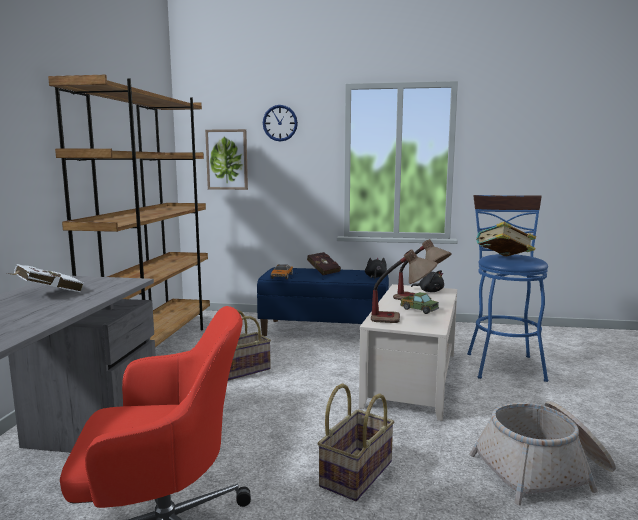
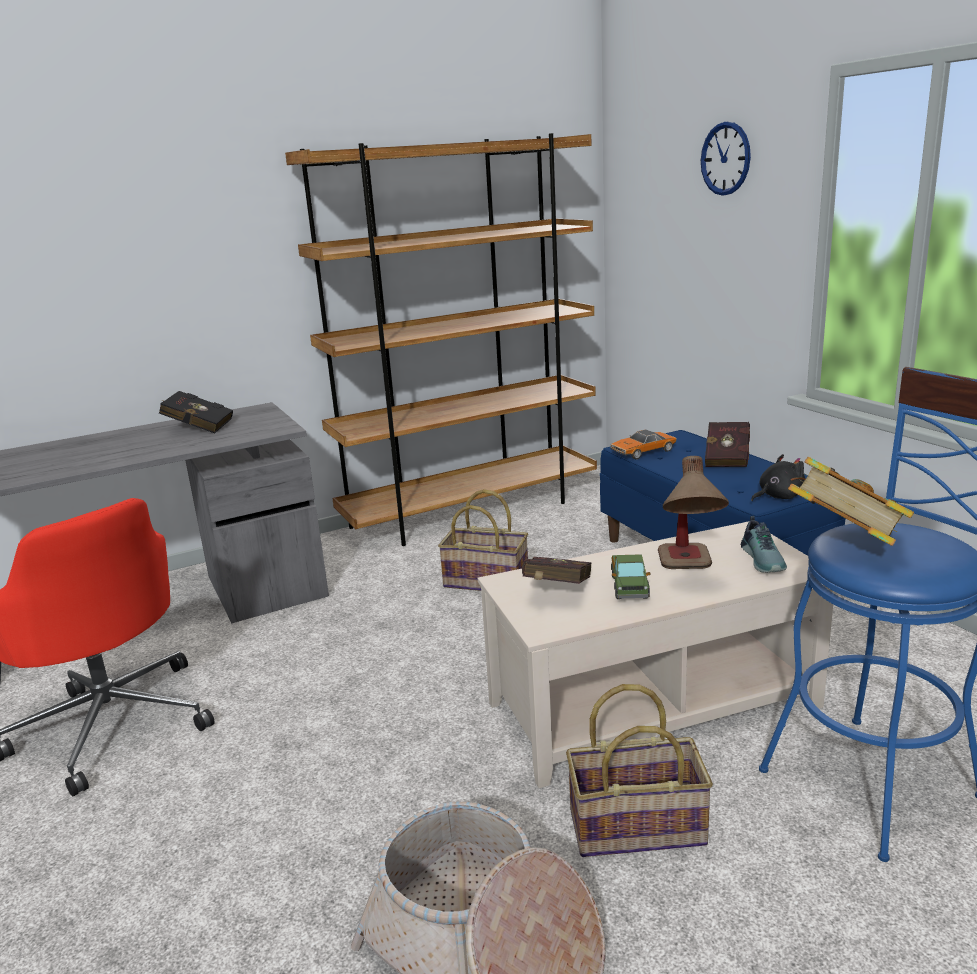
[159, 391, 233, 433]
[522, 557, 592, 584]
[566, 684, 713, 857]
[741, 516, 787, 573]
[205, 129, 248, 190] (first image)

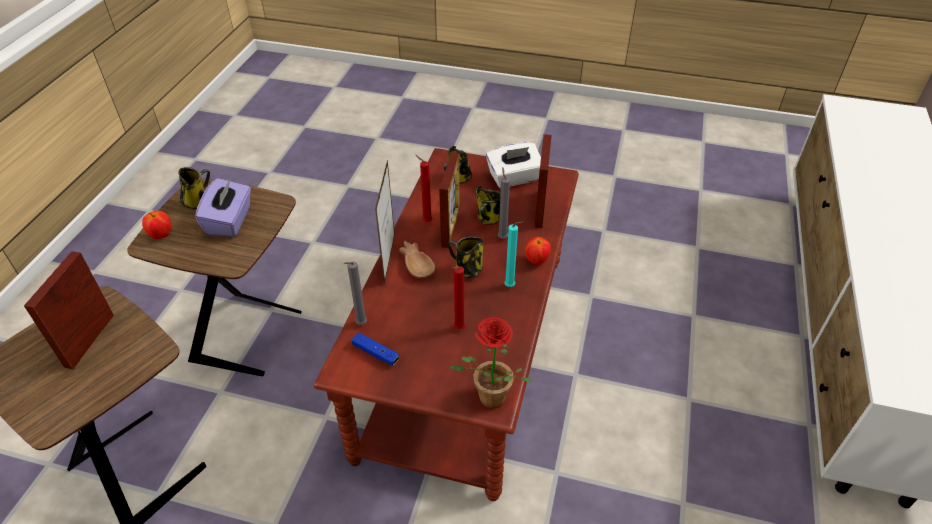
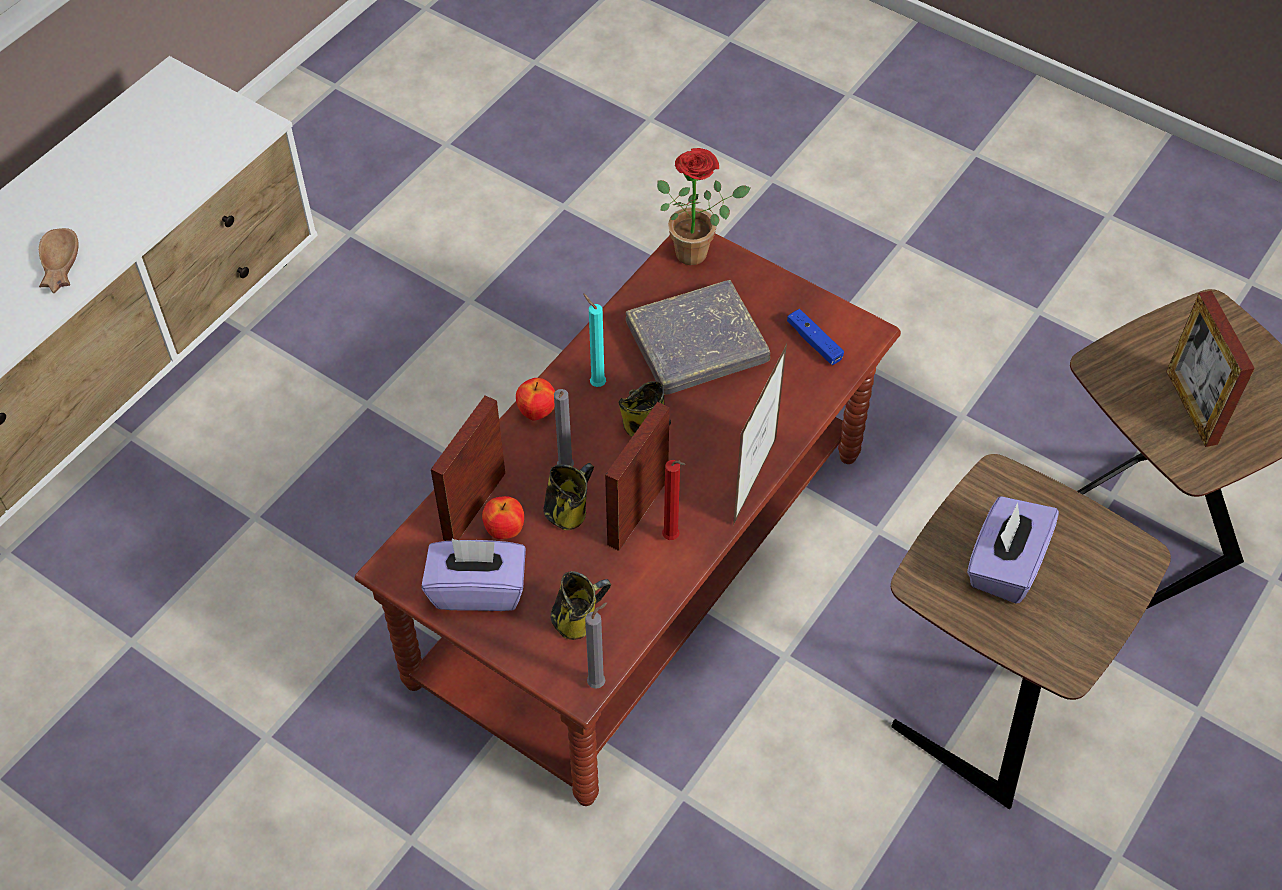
[39, 228, 79, 293]
[422, 539, 526, 611]
[482, 496, 524, 539]
[585, 602, 607, 689]
[626, 280, 770, 395]
[1166, 291, 1255, 447]
[178, 167, 210, 210] (first image)

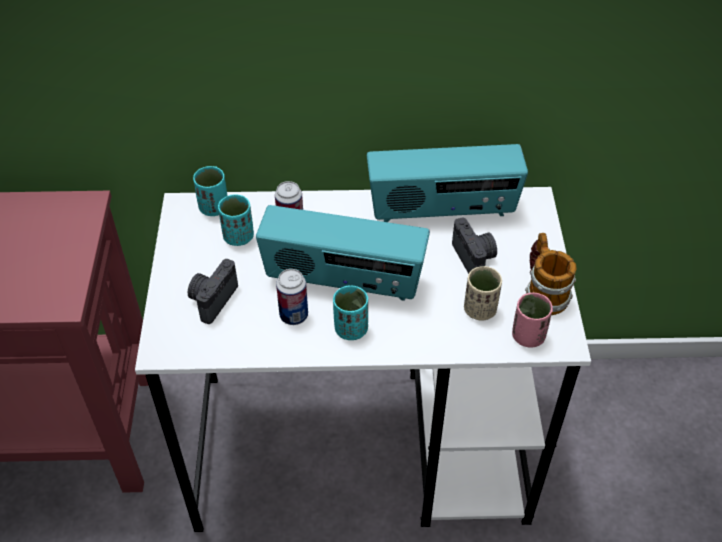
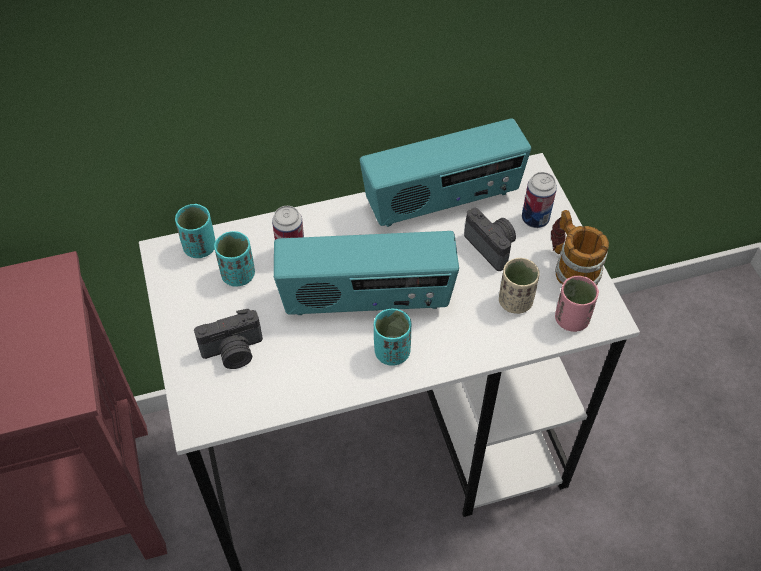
[194, 309, 263, 369]
[522, 172, 557, 228]

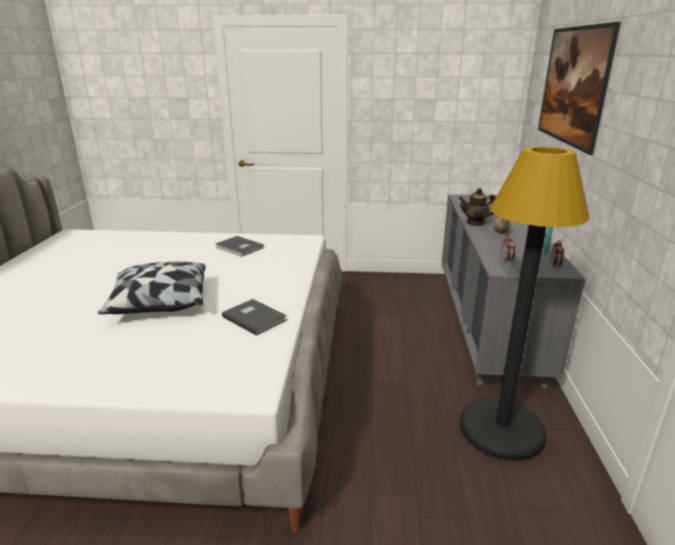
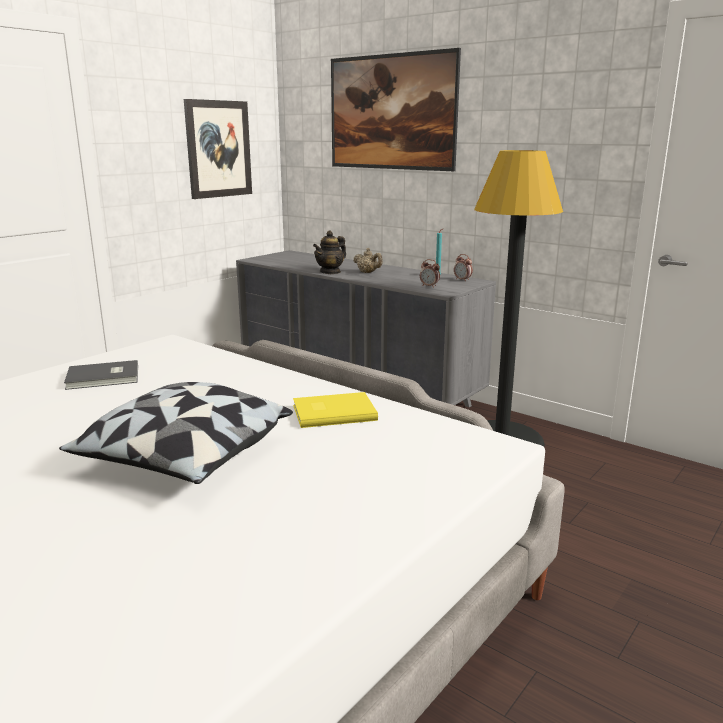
[184, 99, 252, 199]
[293, 392, 378, 428]

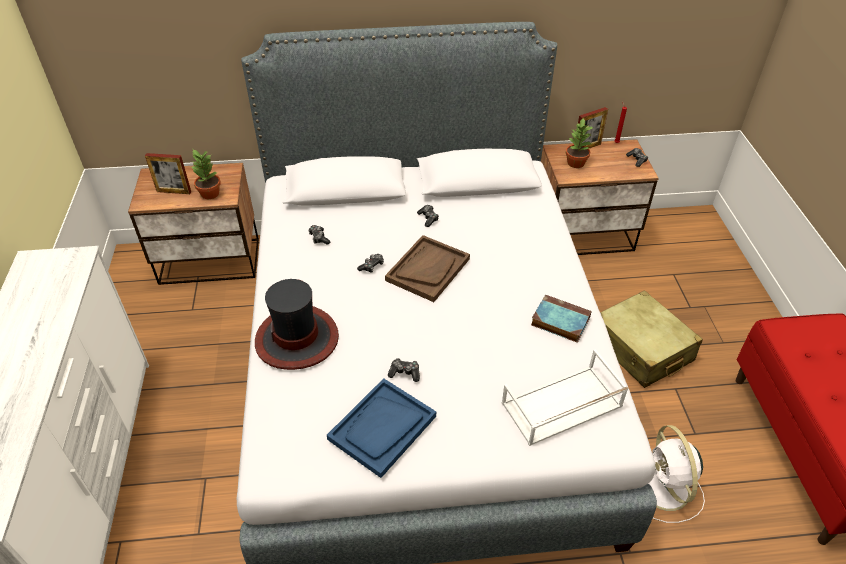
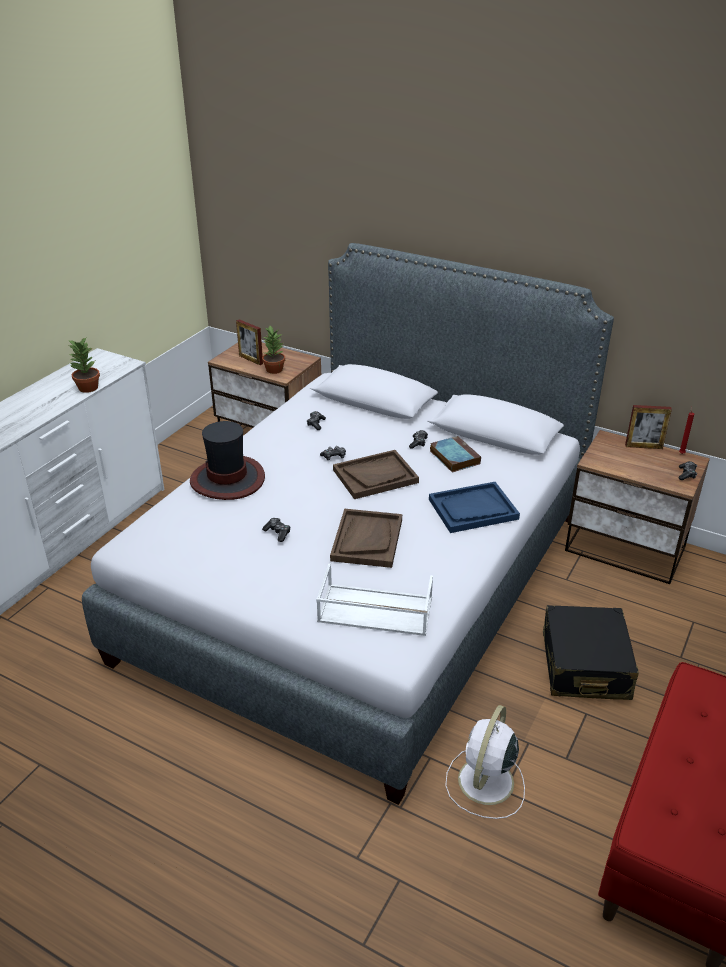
[69, 338, 100, 393]
[330, 508, 402, 568]
[429, 482, 520, 533]
[430, 436, 481, 473]
[543, 605, 639, 700]

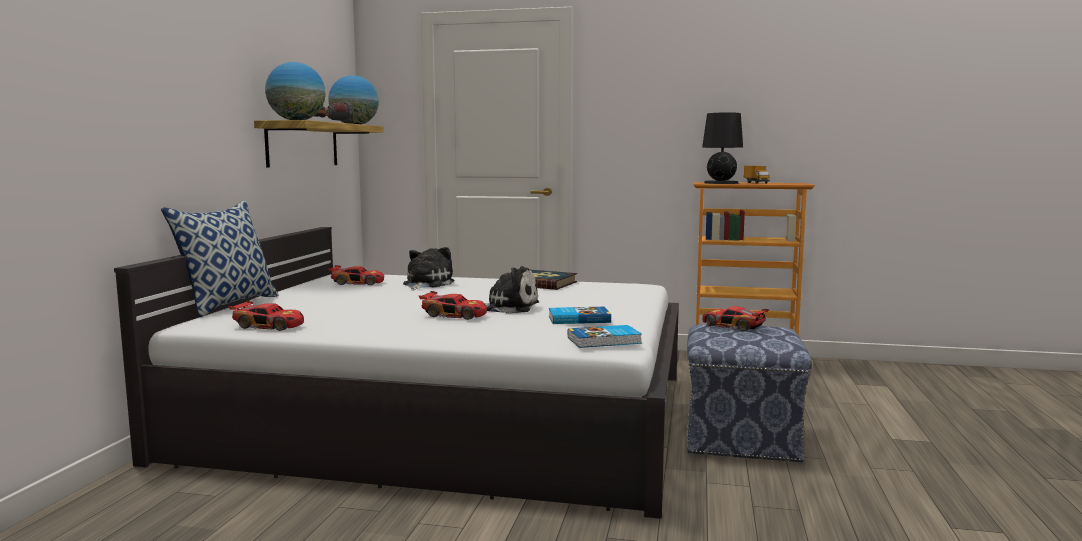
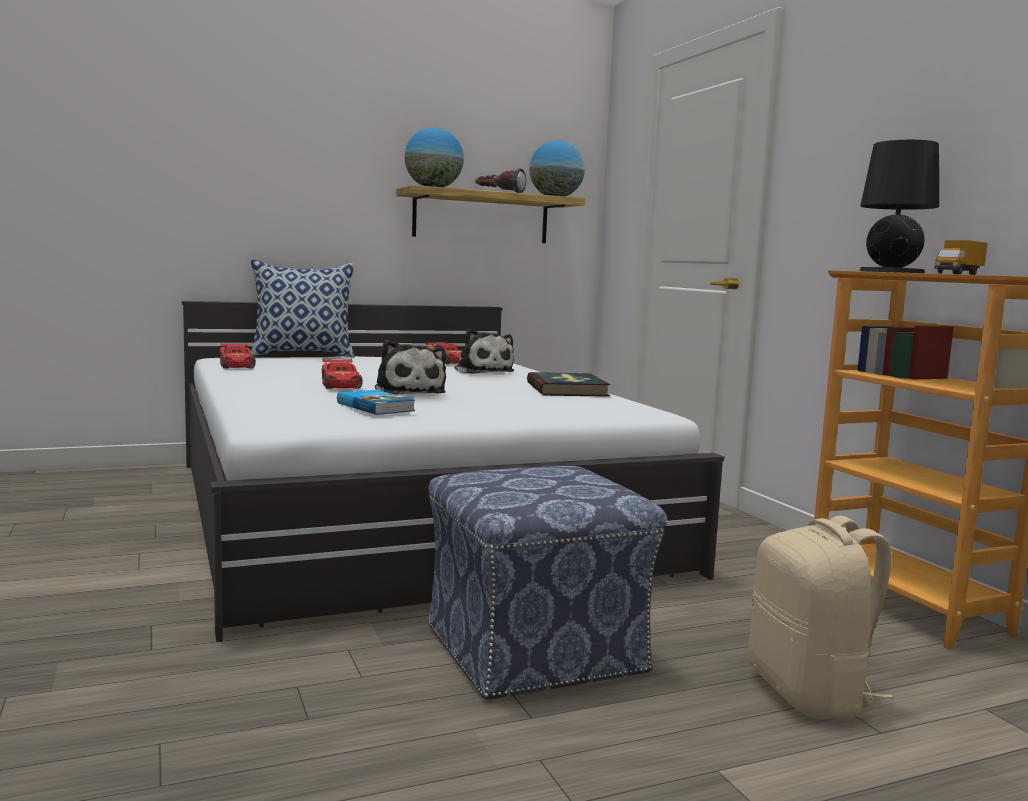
[454, 329, 514, 374]
[749, 515, 893, 719]
[568, 325, 642, 348] (first image)
[702, 306, 769, 331] (first image)

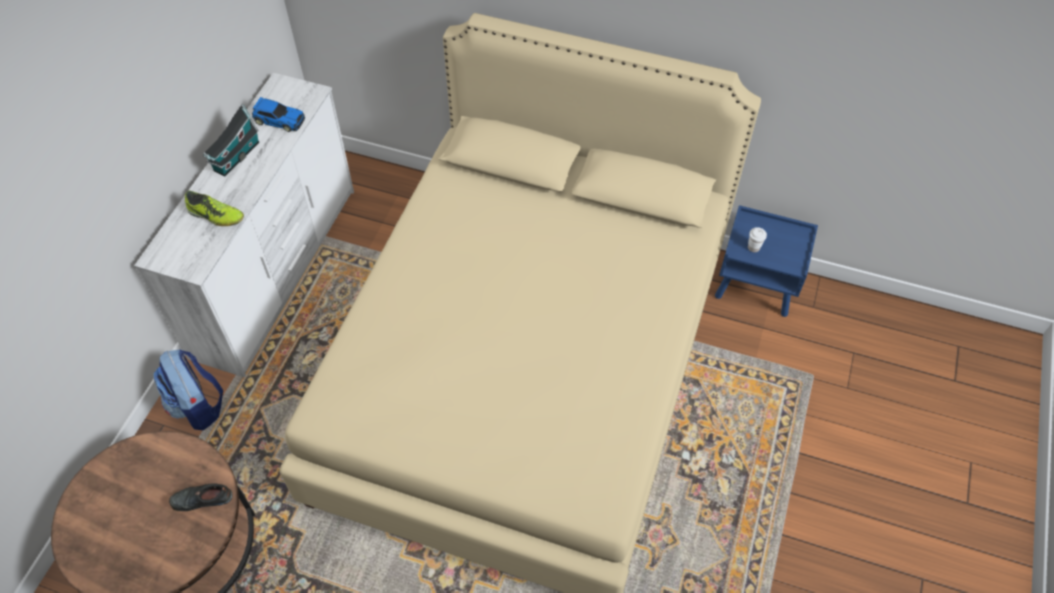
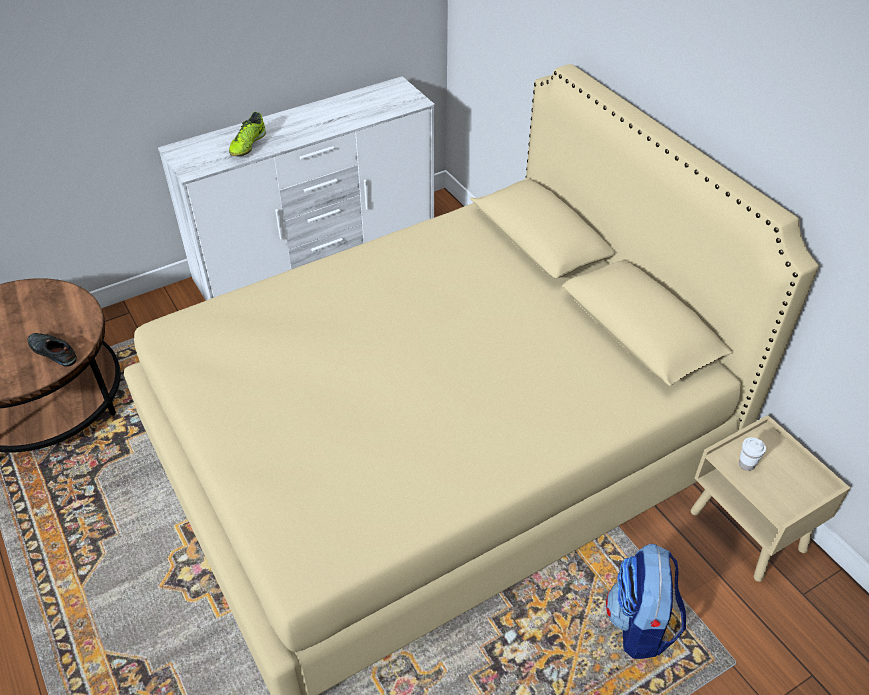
[229, 112, 266, 156]
[606, 544, 686, 659]
[691, 415, 850, 582]
[203, 104, 259, 176] (first image)
[252, 97, 305, 132] (first image)

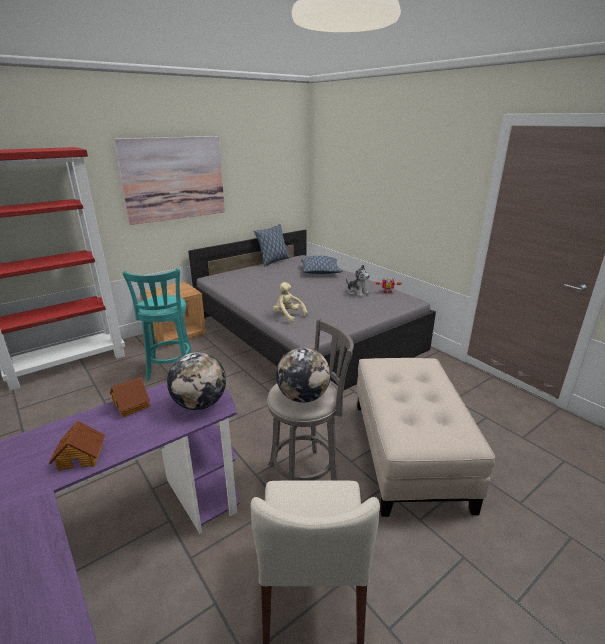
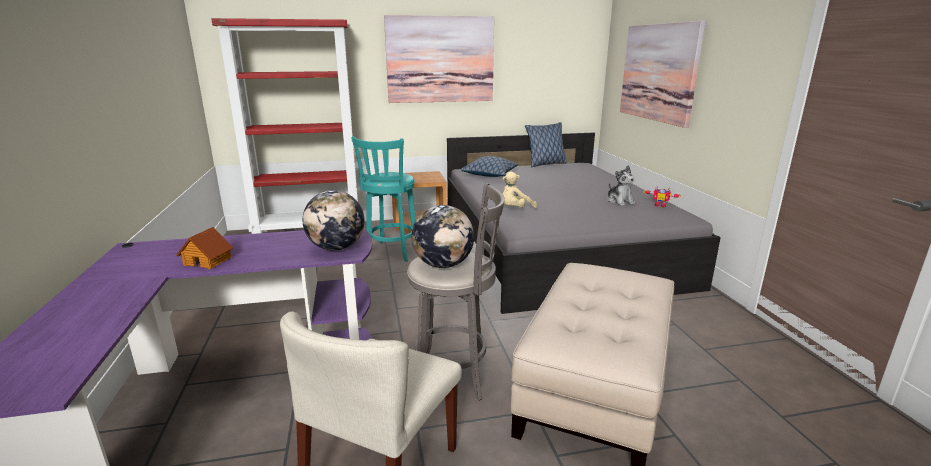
[461, 156, 518, 177]
[502, 171, 537, 209]
[620, 21, 706, 128]
[110, 377, 150, 417] (first image)

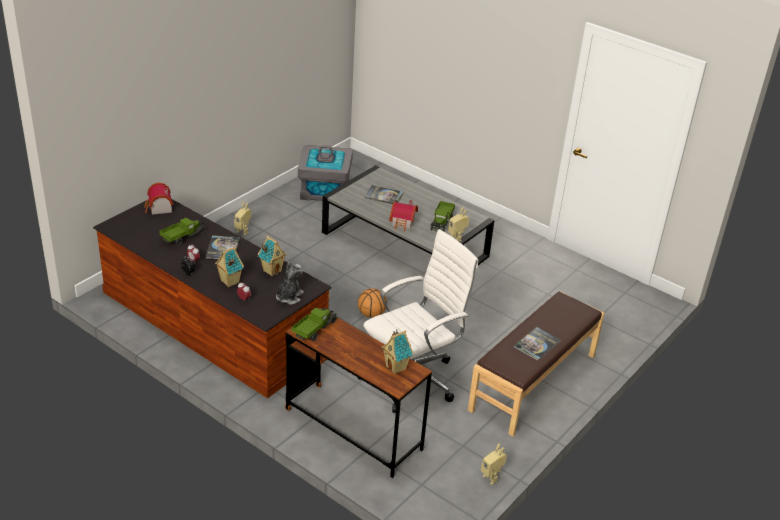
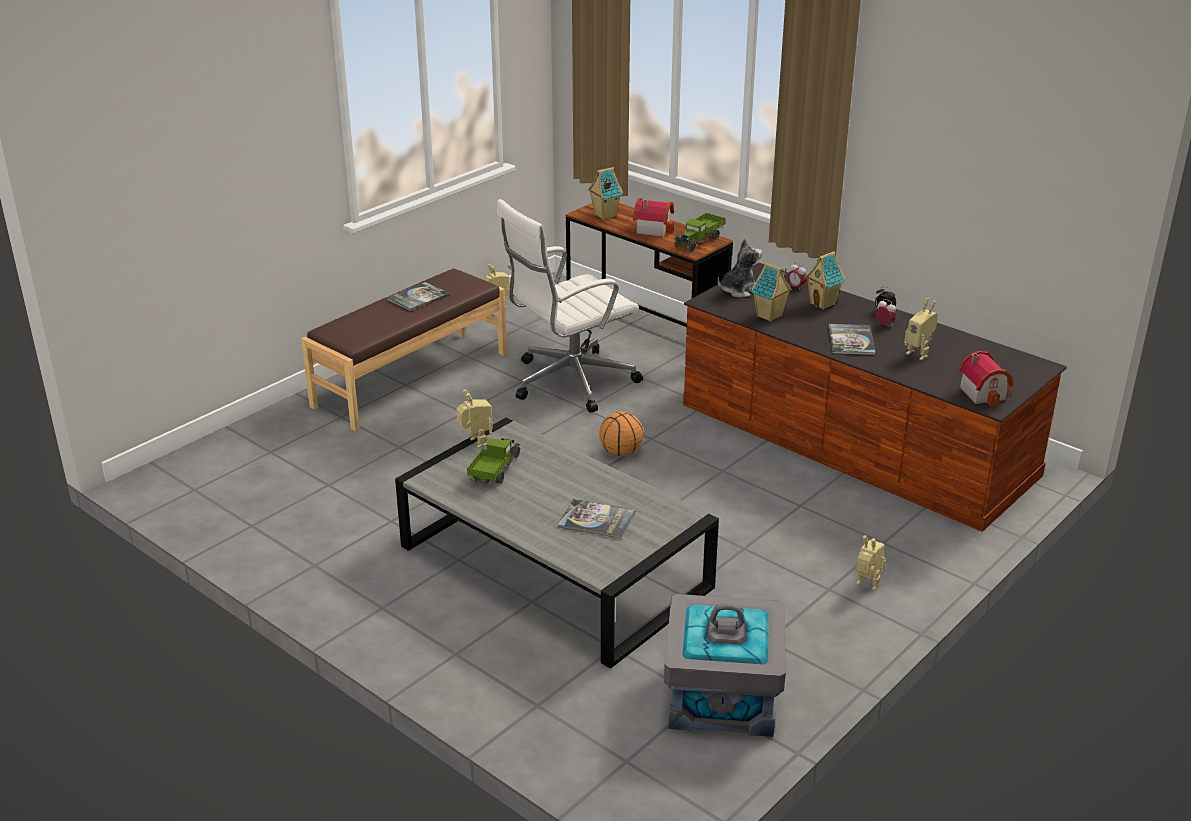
[633, 198, 674, 237]
[718, 239, 762, 298]
[904, 298, 938, 360]

